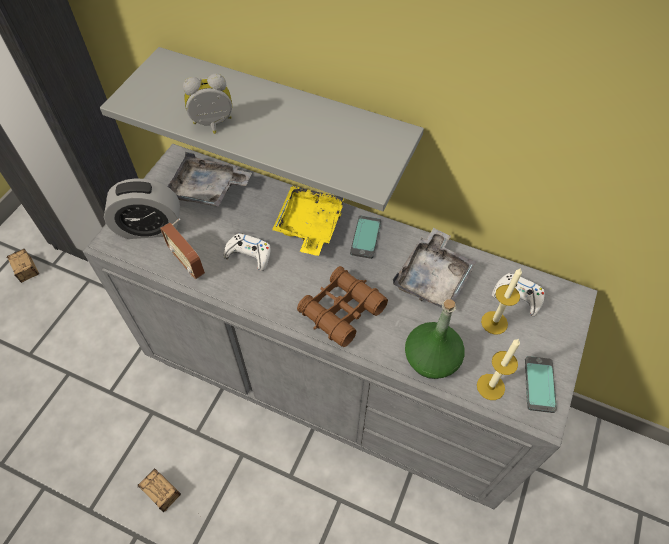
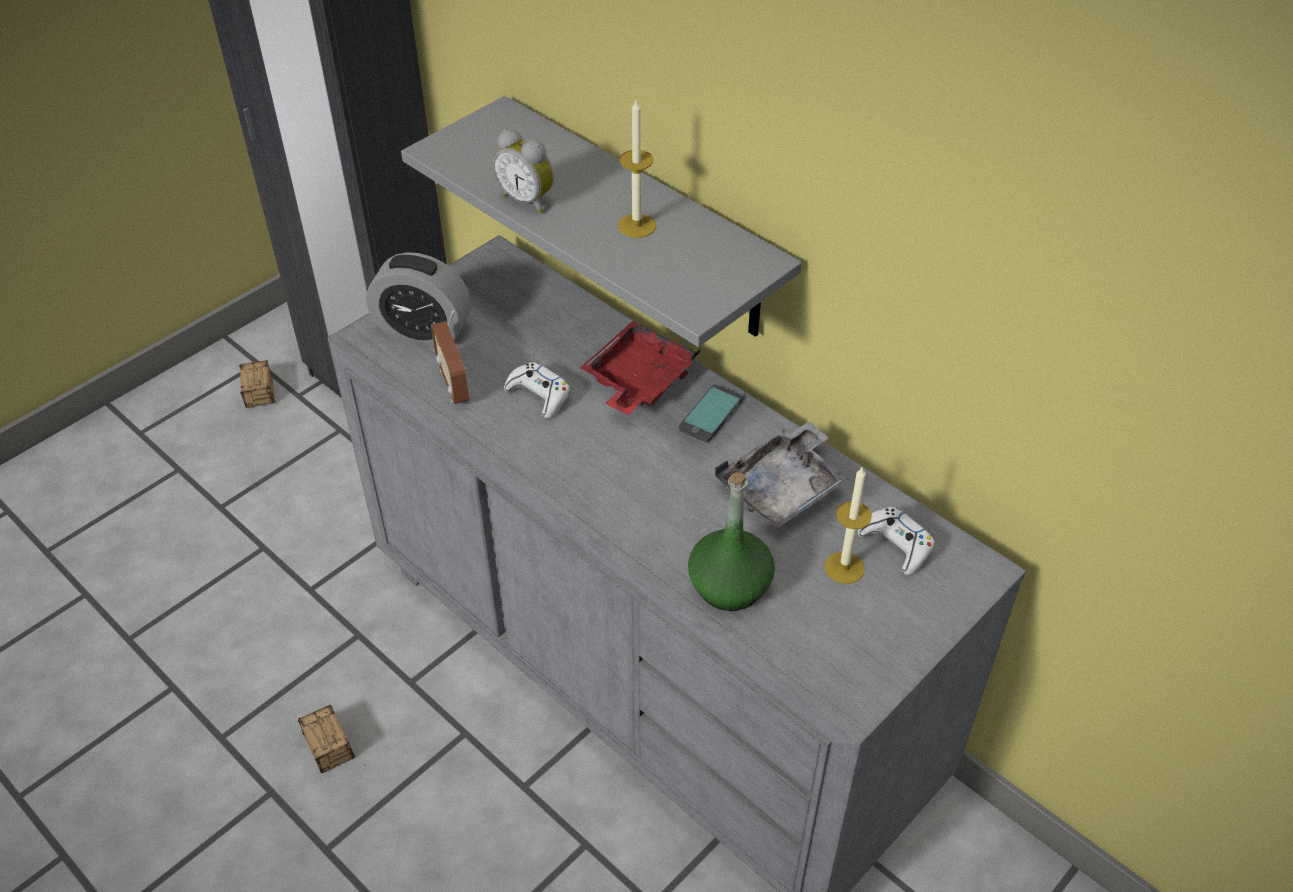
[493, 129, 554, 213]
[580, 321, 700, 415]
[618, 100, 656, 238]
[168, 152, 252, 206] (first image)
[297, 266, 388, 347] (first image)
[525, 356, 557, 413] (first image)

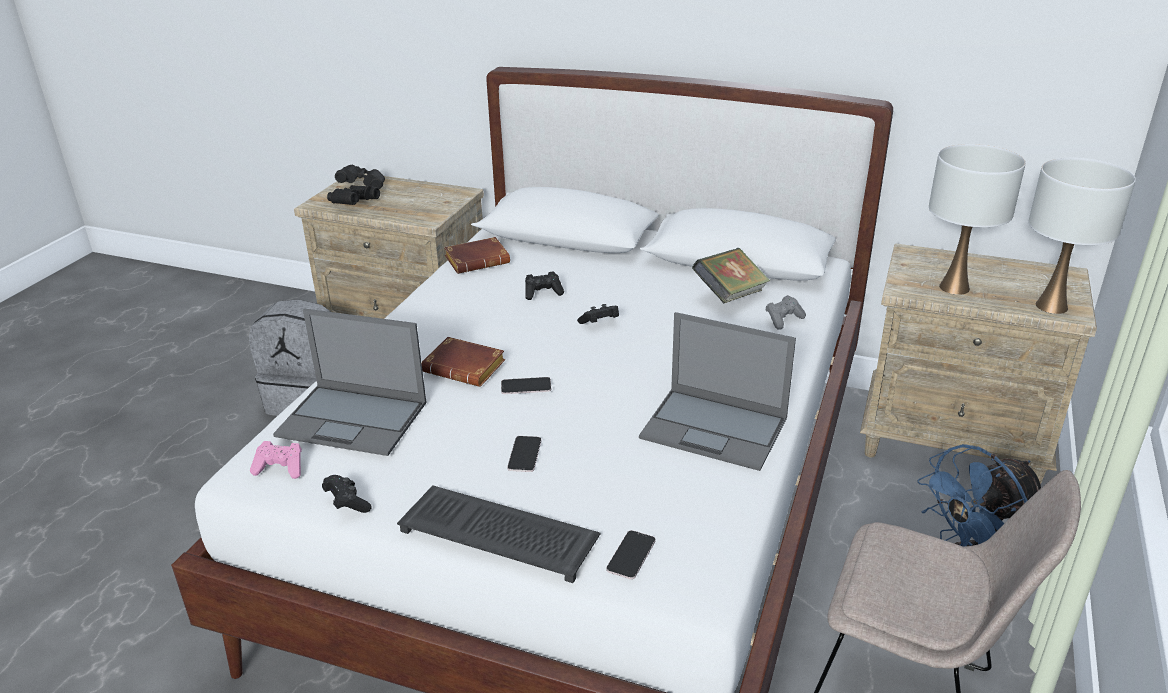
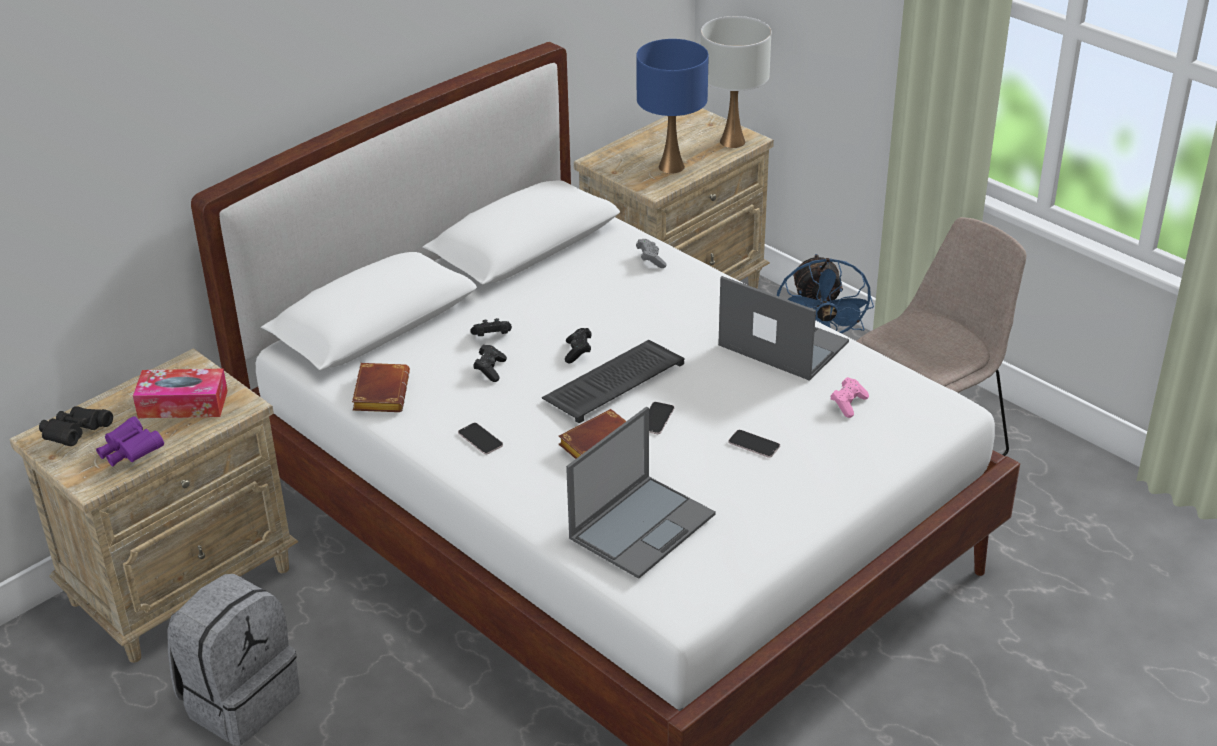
[96, 416, 164, 467]
[133, 369, 228, 418]
[458, 423, 503, 454]
[470, 318, 512, 336]
[542, 340, 685, 423]
[636, 39, 709, 174]
[718, 276, 849, 381]
[830, 377, 869, 418]
[692, 248, 770, 303] (first image)

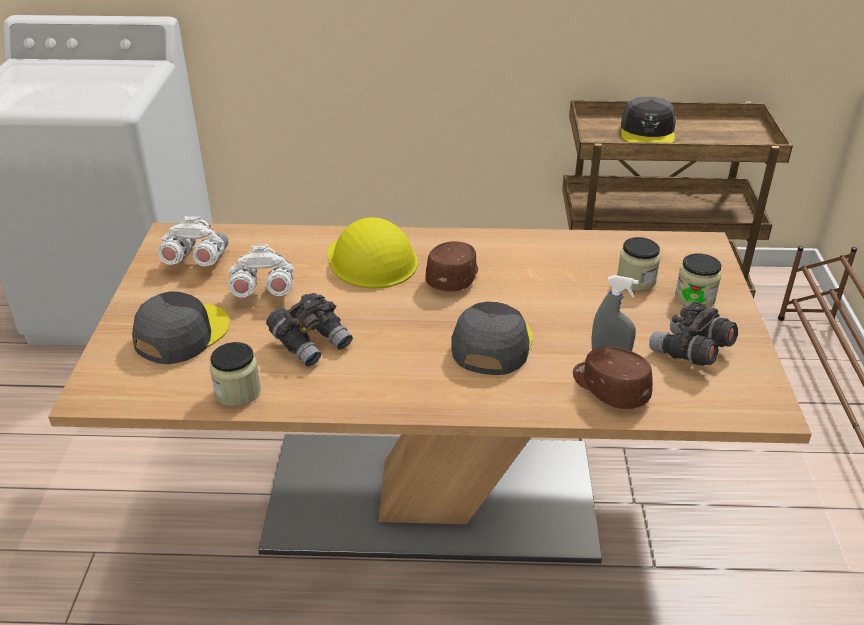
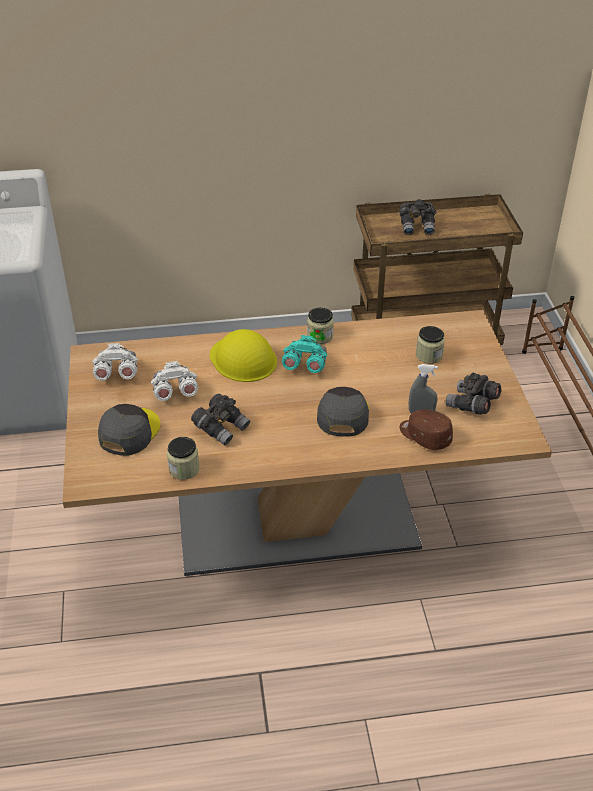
[282, 335, 327, 373]
[307, 308, 334, 344]
[399, 199, 436, 235]

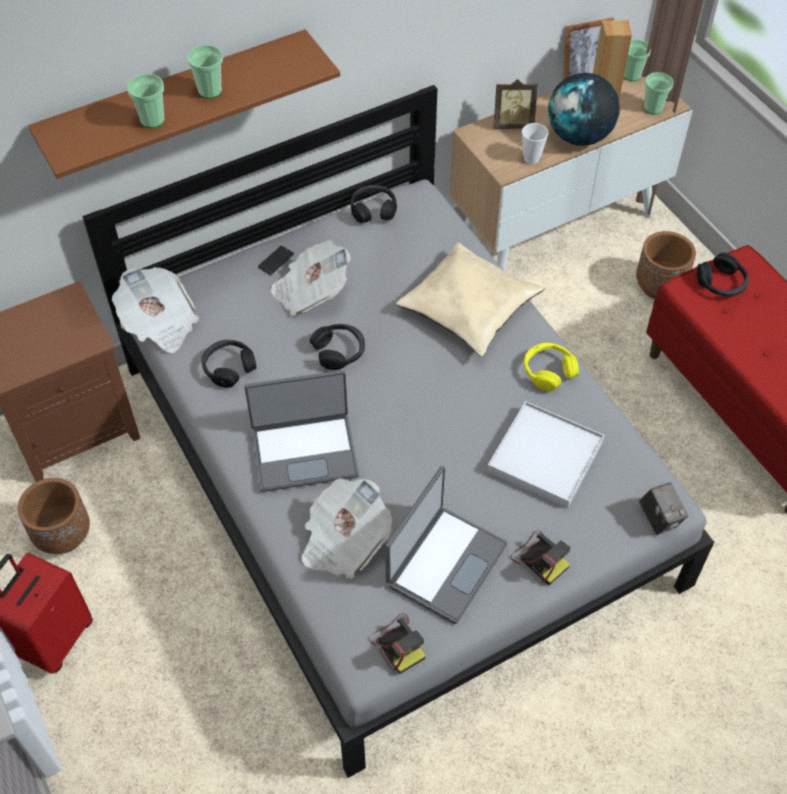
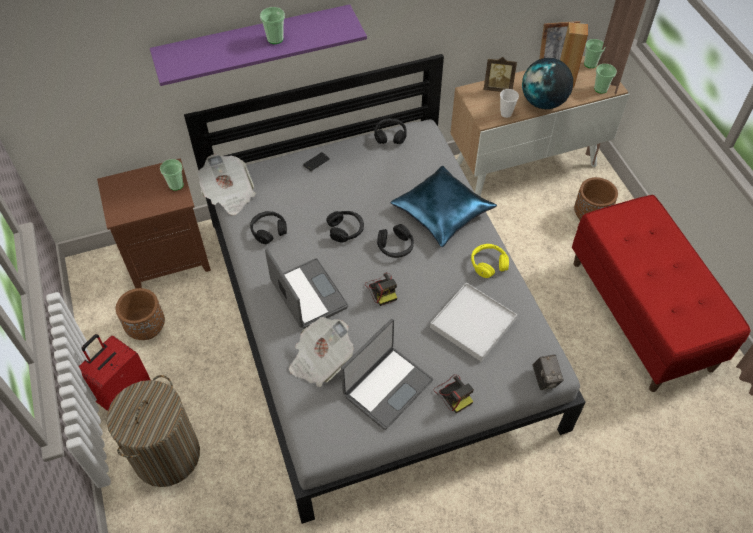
[107, 375, 200, 487]
[150, 4, 367, 86]
[160, 159, 184, 191]
[265, 249, 348, 329]
[365, 272, 397, 306]
[377, 224, 414, 258]
[390, 166, 497, 247]
[270, 240, 351, 316] (first image)

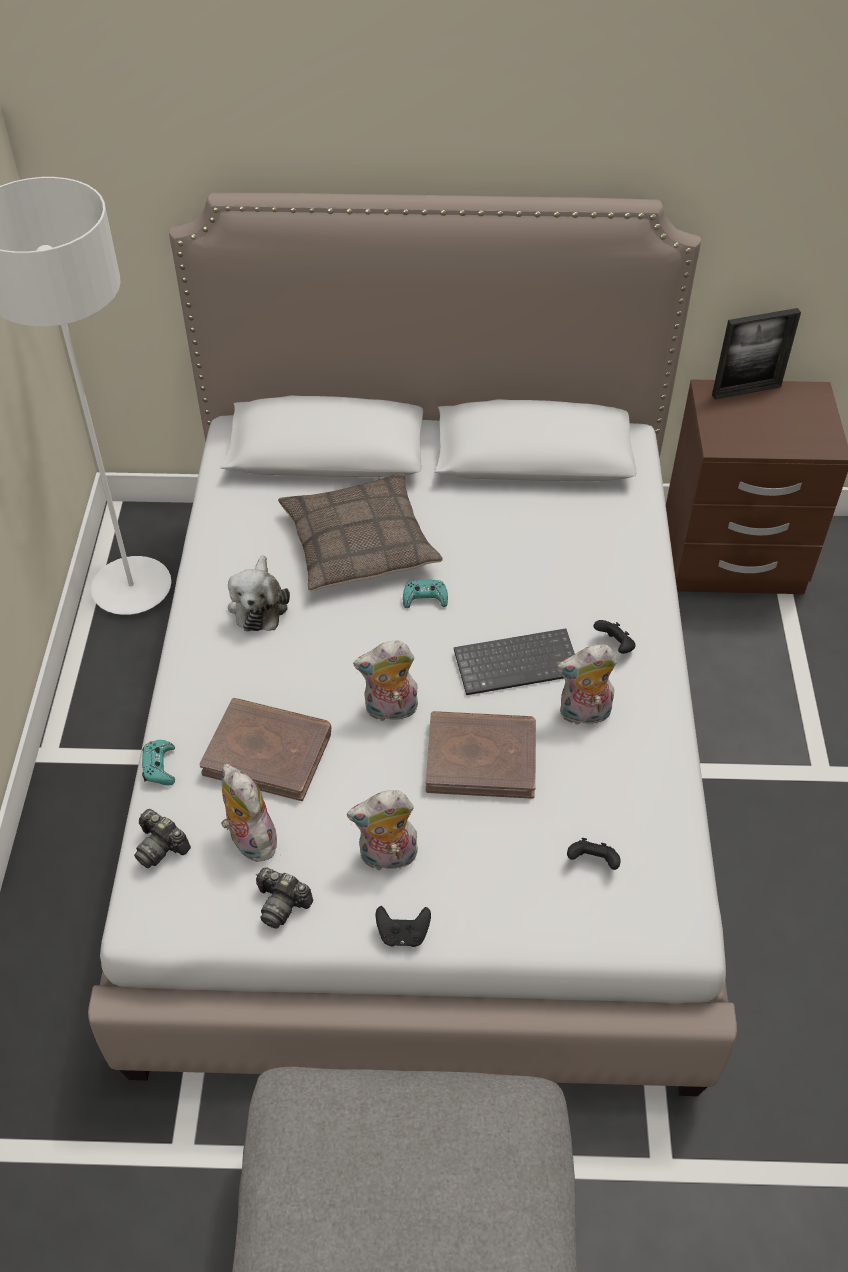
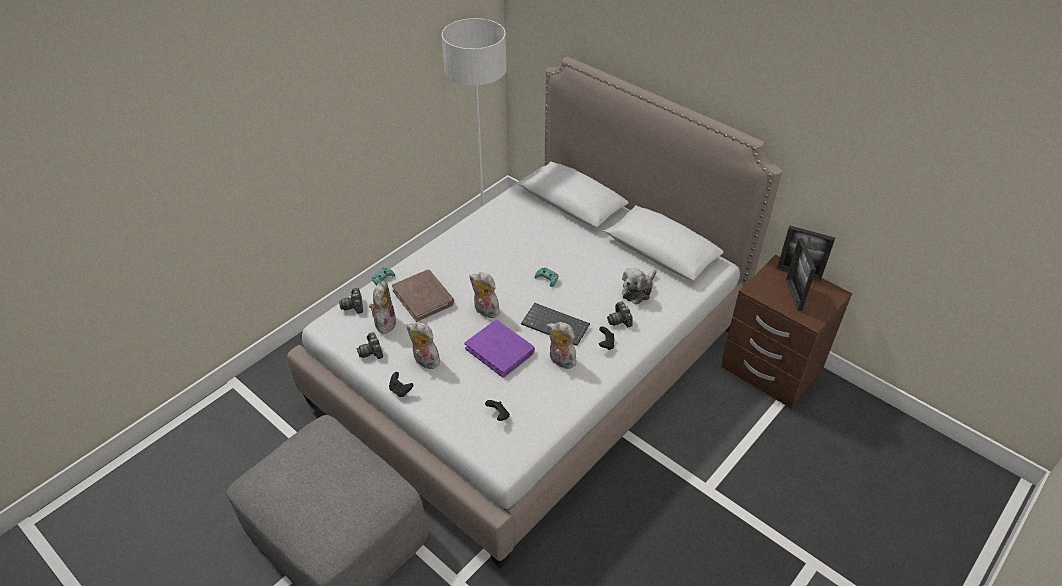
[465, 320, 535, 378]
[607, 302, 633, 327]
[622, 268, 656, 304]
[786, 238, 816, 311]
[278, 473, 443, 592] (first image)

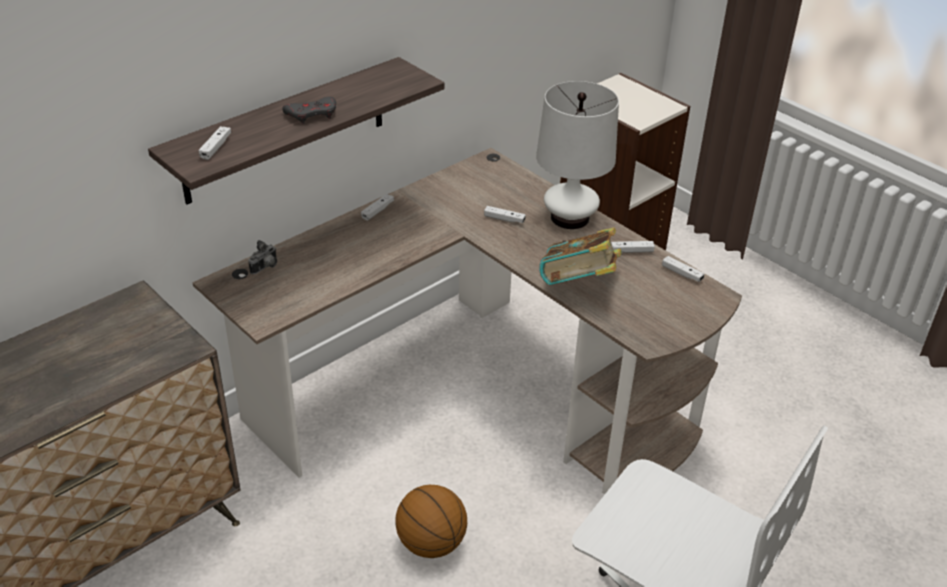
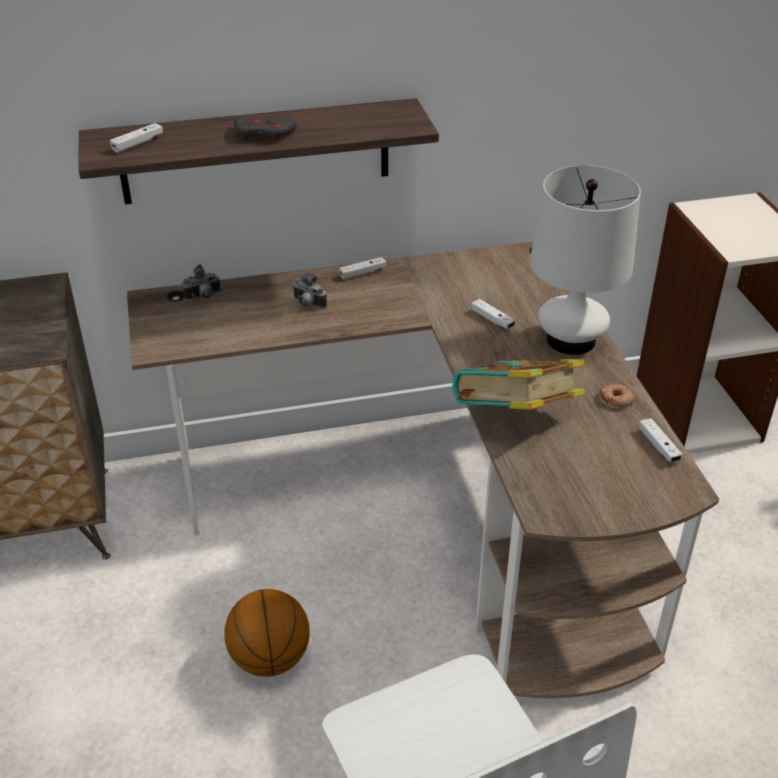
[292, 273, 327, 309]
[599, 383, 634, 409]

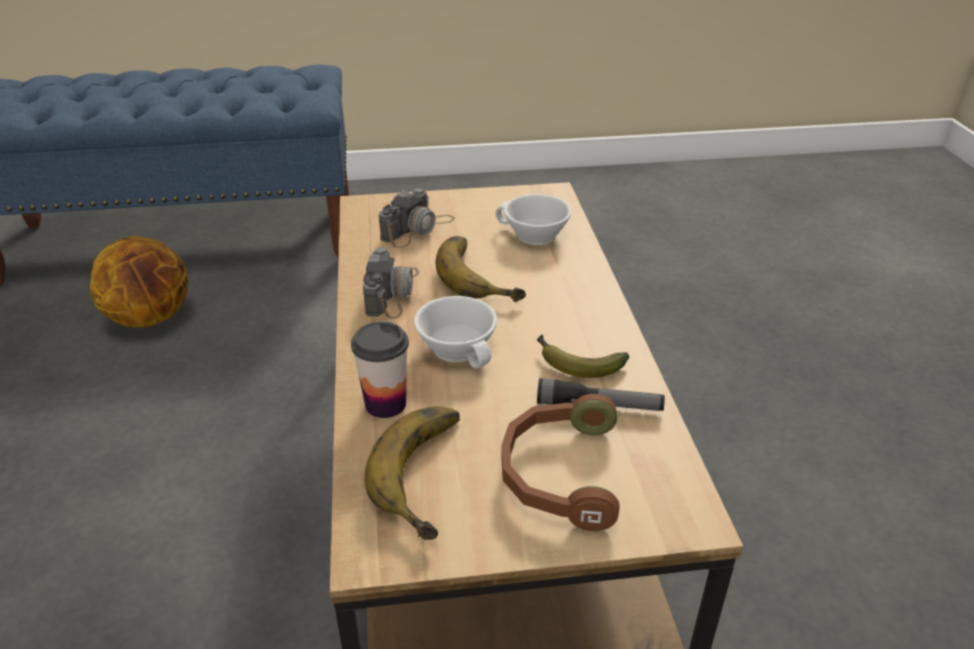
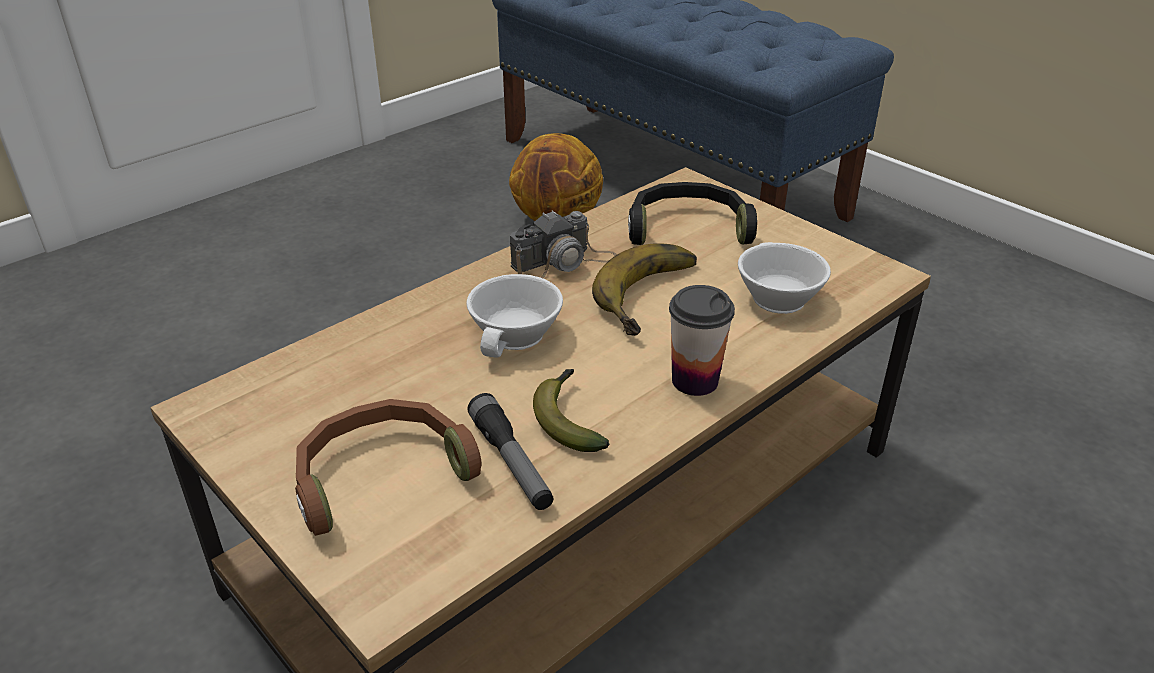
[628, 182, 757, 245]
[669, 285, 735, 396]
[365, 406, 460, 540] (first image)

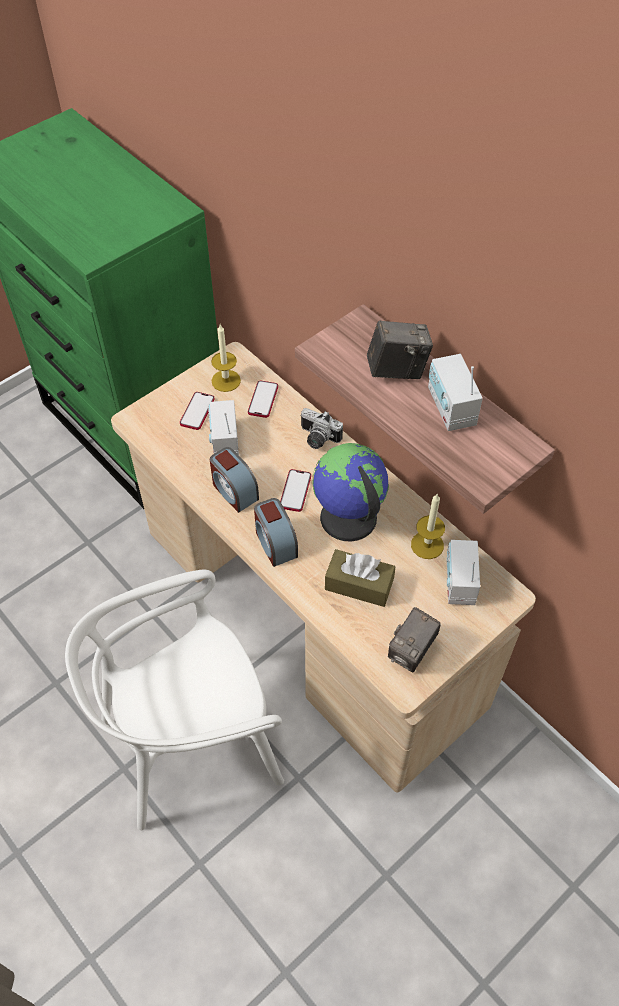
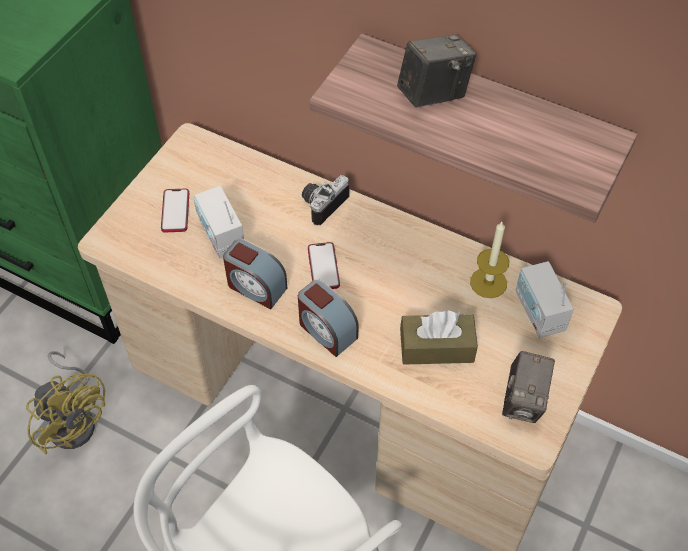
[26, 351, 105, 454]
[302, 175, 350, 225]
[211, 325, 241, 392] (first image)
[248, 381, 278, 418] (first image)
[312, 443, 389, 541] (first image)
[428, 354, 483, 431] (first image)

